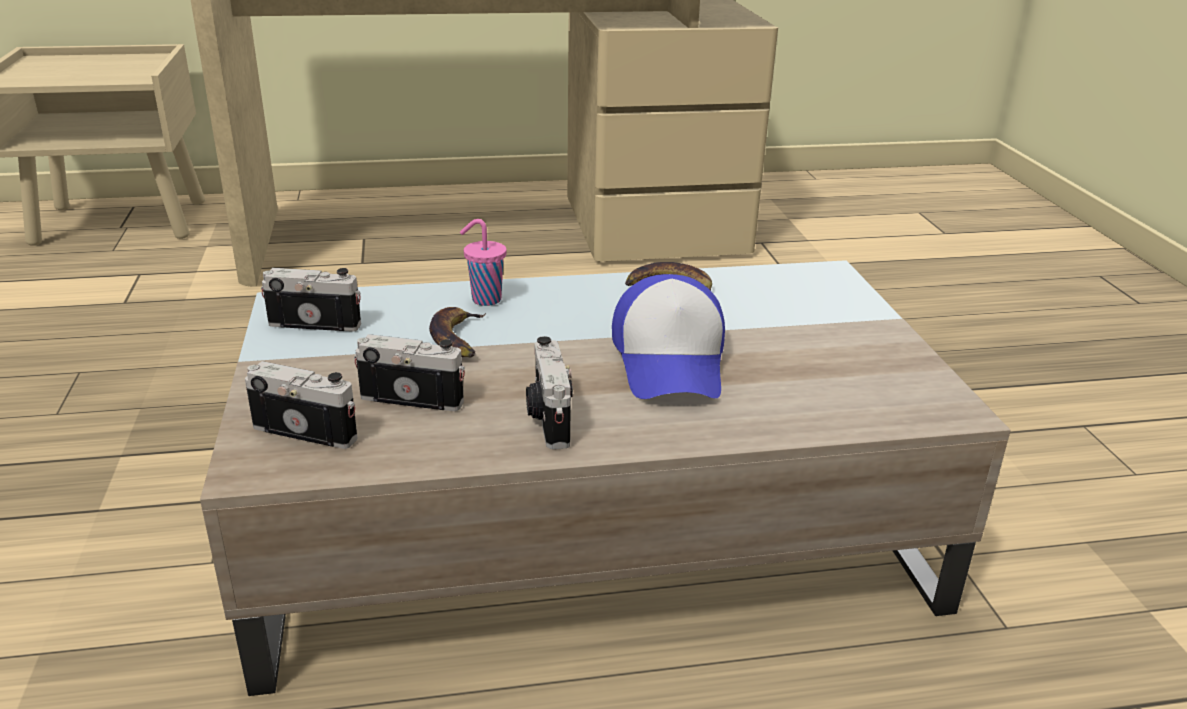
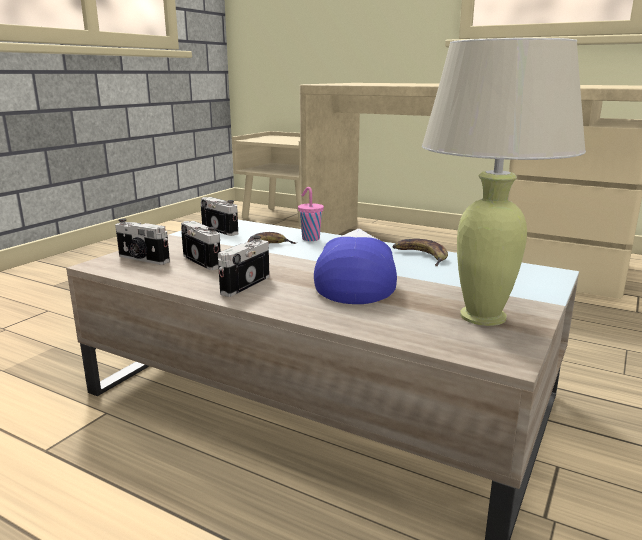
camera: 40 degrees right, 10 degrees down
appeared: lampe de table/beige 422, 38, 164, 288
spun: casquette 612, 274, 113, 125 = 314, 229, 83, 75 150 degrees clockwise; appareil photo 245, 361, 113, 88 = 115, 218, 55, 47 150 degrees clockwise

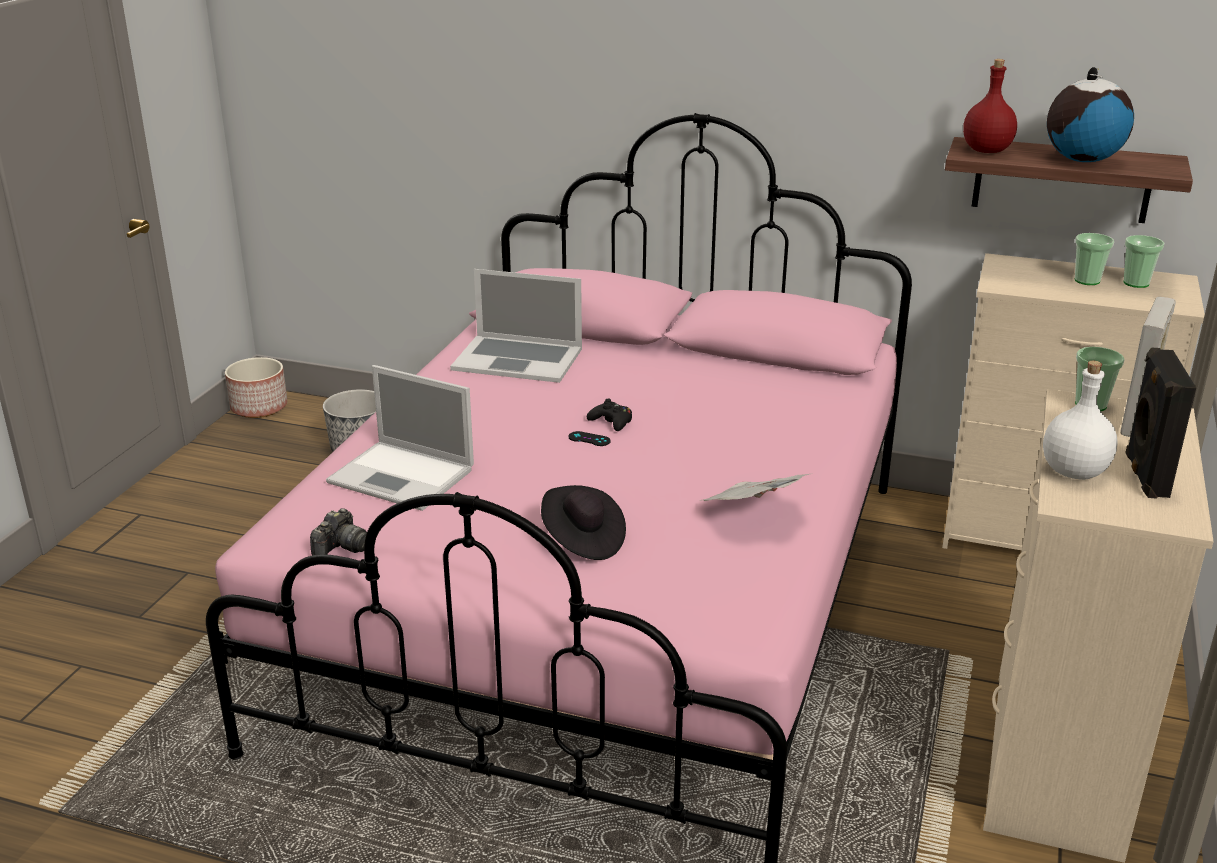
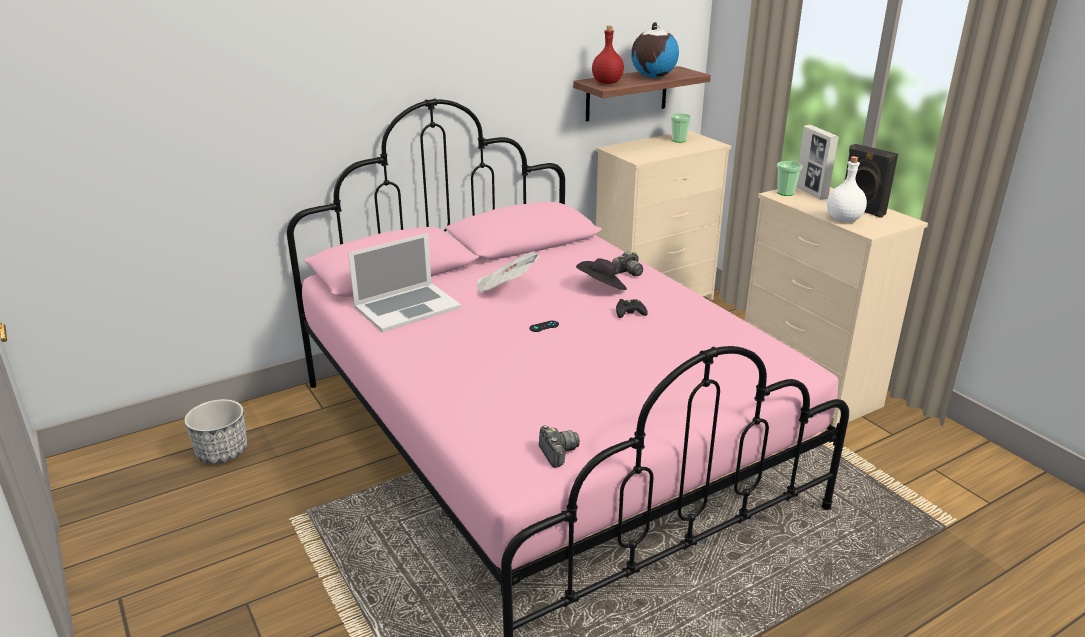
camera: 50 degrees left, 0 degrees up
missing: tasse 1075, 233, 39, 52; cache-pot 225, 357, 63, 61; ordinateur portable 326, 365, 148, 146
appeared: appareil photo 612, 251, 31, 25
relocated: manette/noir 587, 399, 45, 32 to 616, 299, 32, 19; journal 699, 474, 110, 27 to 476, 251, 64, 43; chapeau/noir 541, 485, 85, 75 to 576, 258, 51, 32

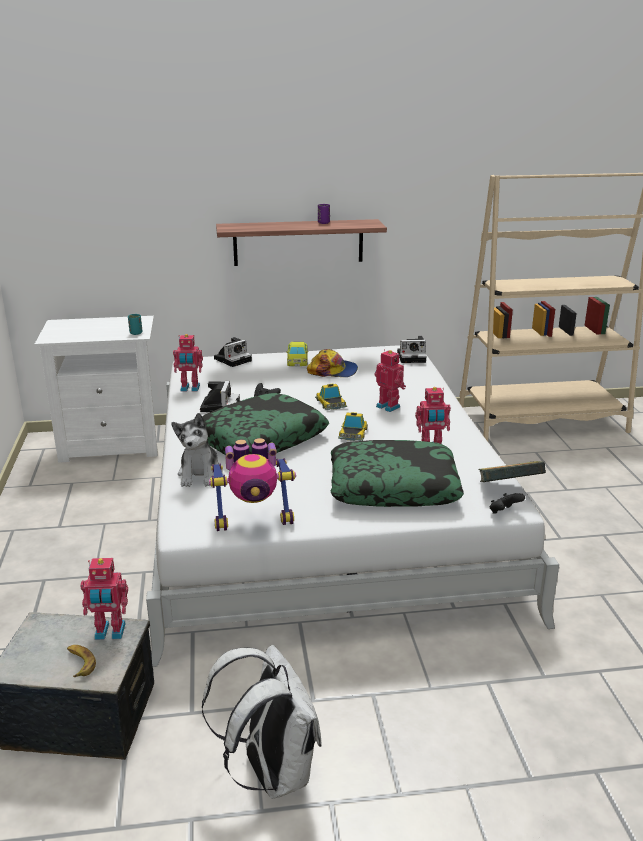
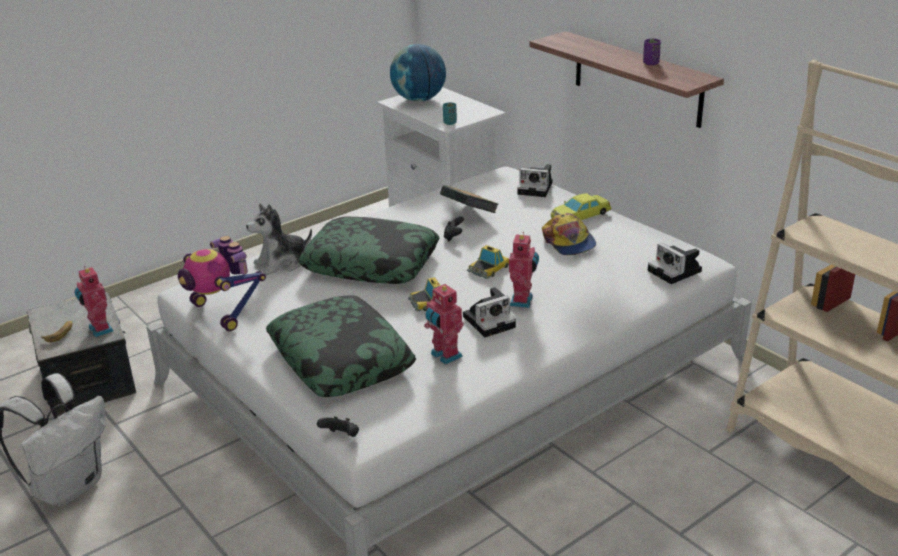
camera: 60 degrees right, 5 degrees up
missing: robot jouet 173, 334, 30, 57
appeared: globe 390, 44, 56, 58
relocated: appareil photo 200, 381, 40, 31 to 463, 287, 53, 50; livre 478, 461, 68, 21 to 440, 185, 58, 28

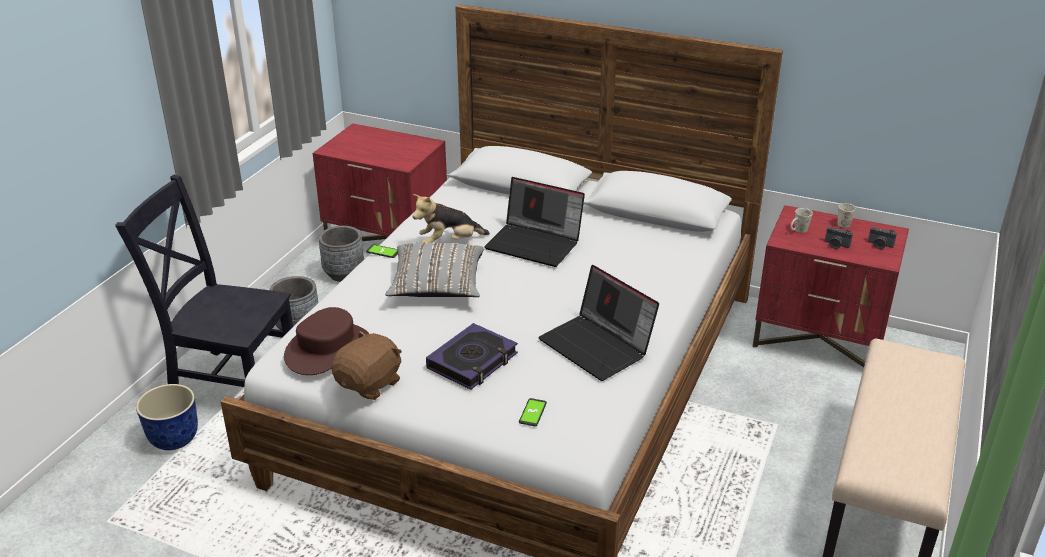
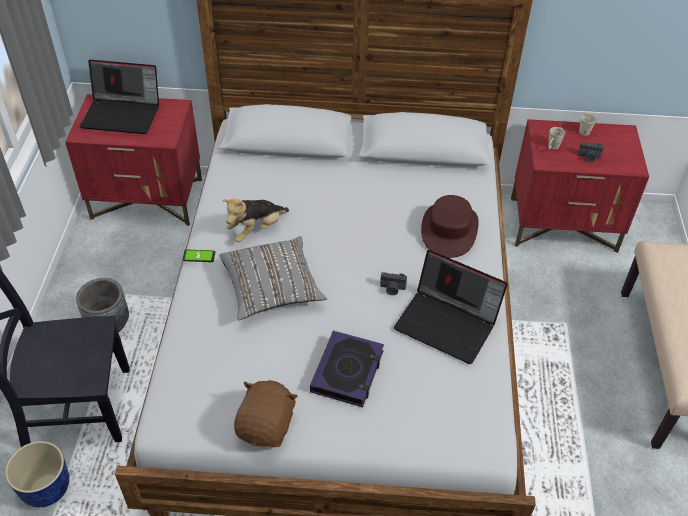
camera: 20 degrees left, 15 degrees up
missing: cache-pot/gris 319, 225, 45, 57; téléphone 519, 398, 28, 28
relocated: ordinateur portable 484, 177, 101, 90 to 80, 60, 79, 74; appareil photo 868, 227, 29, 22 to 380, 272, 27, 23; chapeau/marron 284, 307, 85, 68 to 421, 195, 58, 63

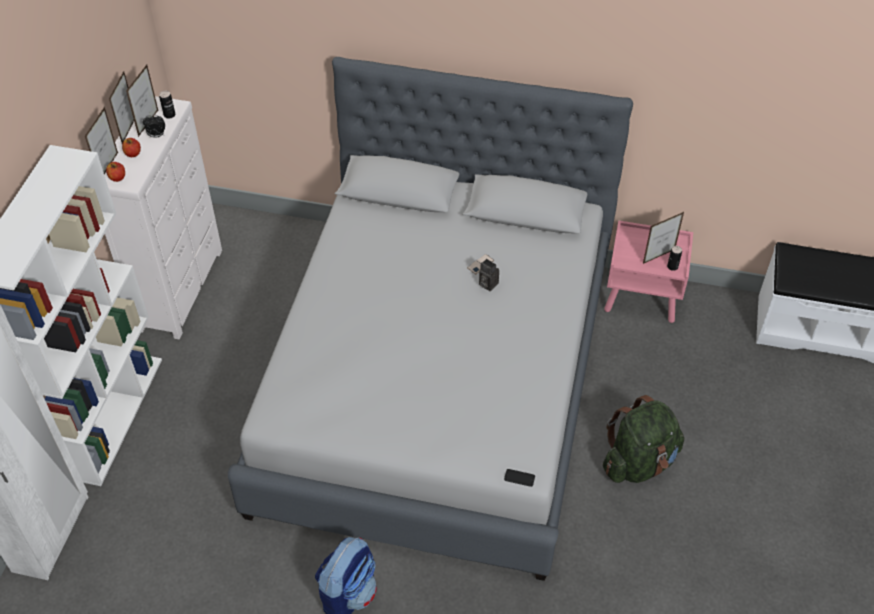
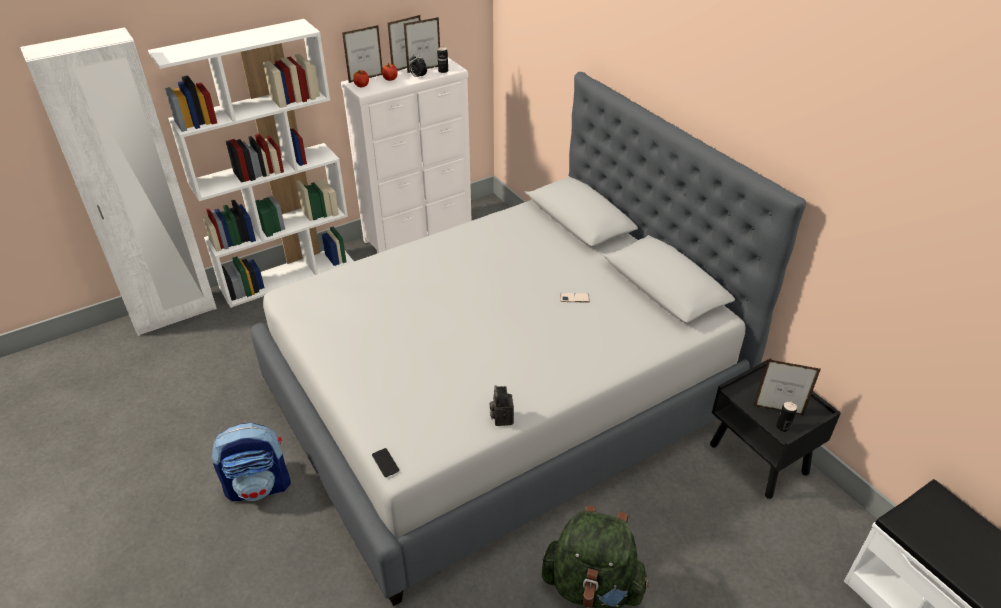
camera: 45 degrees right, 10 degrees down
relocated: appareil photo 479, 259, 20, 32 to 490, 385, 24, 41
colour: table de chevet/rose 604, 220, 89, 103 to table de chevet/noir 710, 358, 131, 141

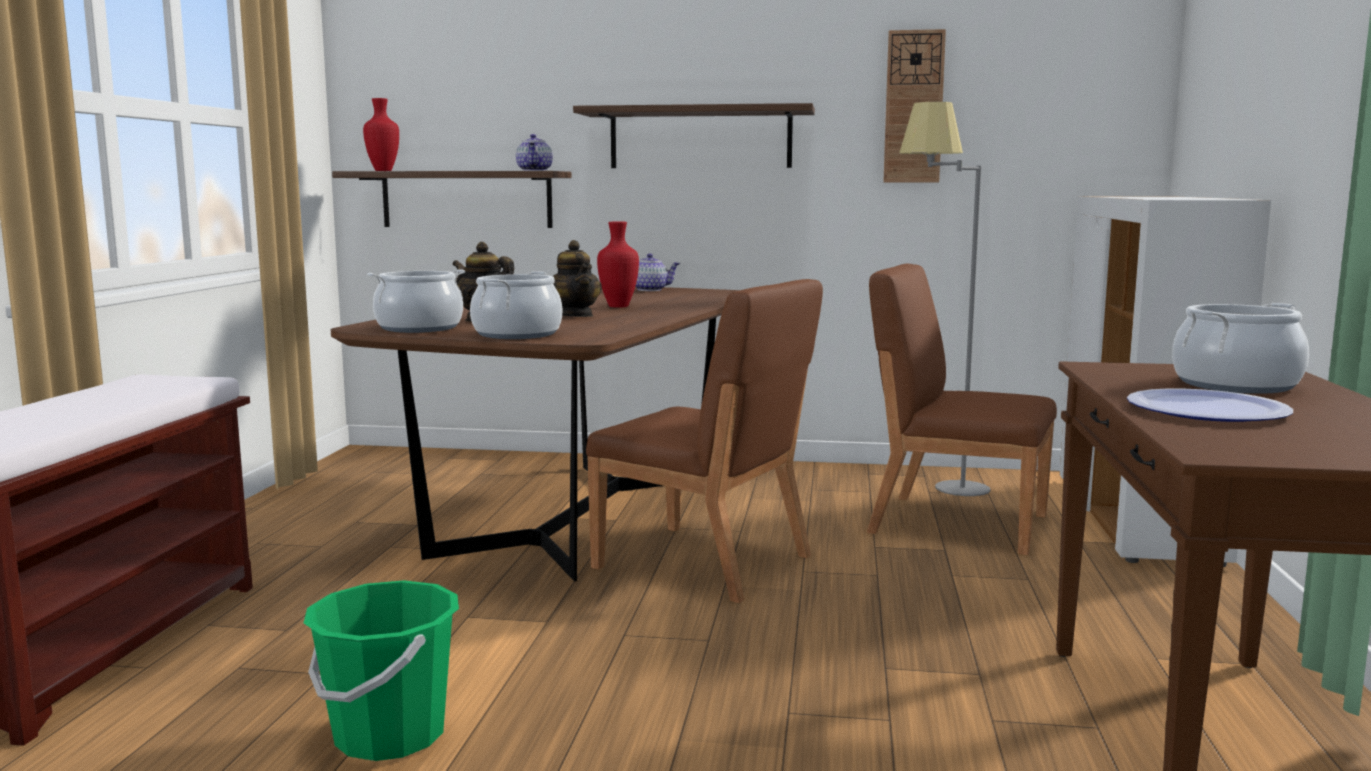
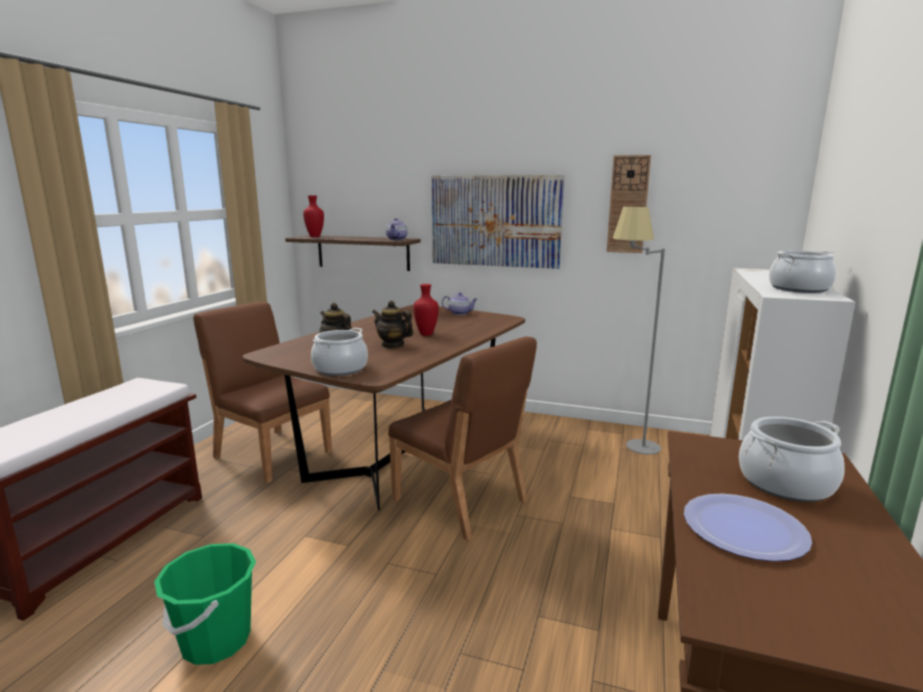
camera: 10 degrees right, 5 degrees up
relocated: chaise/marron 867, 264, 190, 291 to 193, 301, 139, 182; marmite 367, 269, 98, 64 to 769, 251, 67, 42
exchanged: étagère 573, 103, 242, 65 to tableau 431, 175, 133, 94
spun: théière 553, 240, 49, 77 = 372, 301, 42, 47 135 degrees clockwise

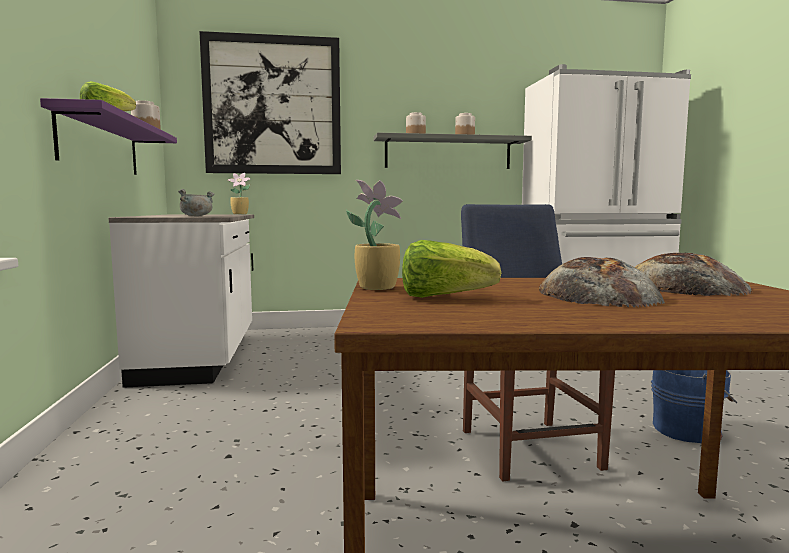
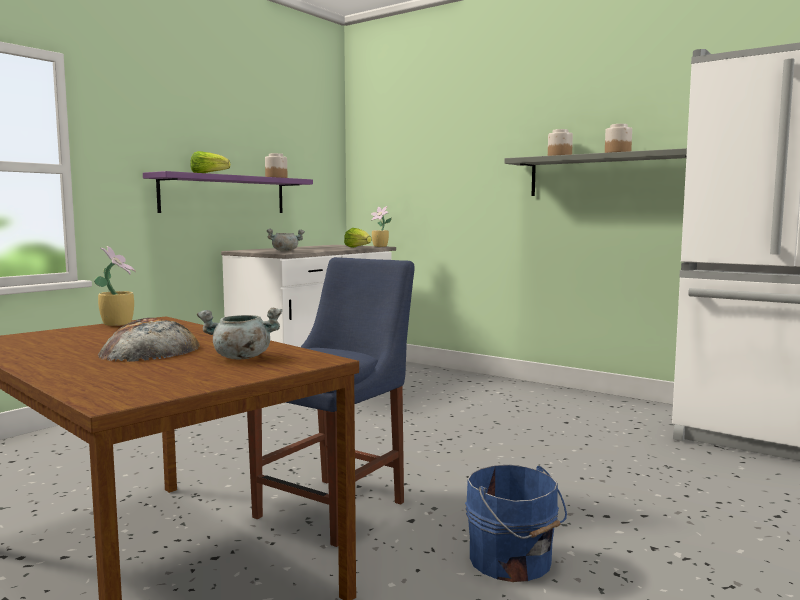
camera: 45 degrees right, 0 degrees up
missing: tableau 199, 31, 142, 143
relocated: laitue 402, 240, 99, 58 to 344, 228, 28, 20
exchanged: pain 635, 253, 117, 43 to marmite/gris 197, 308, 85, 51

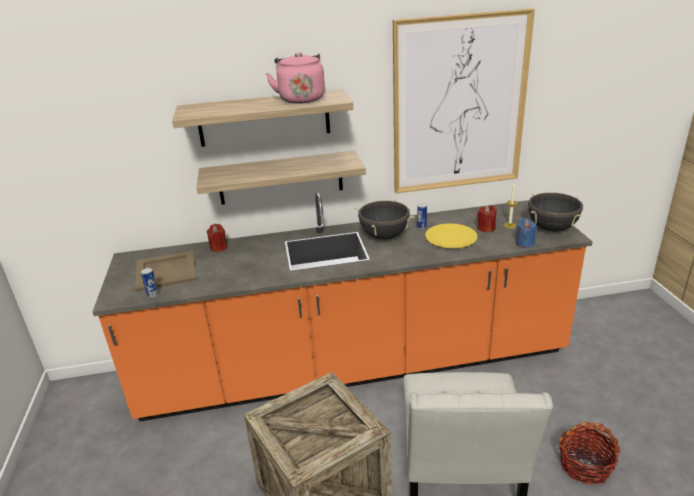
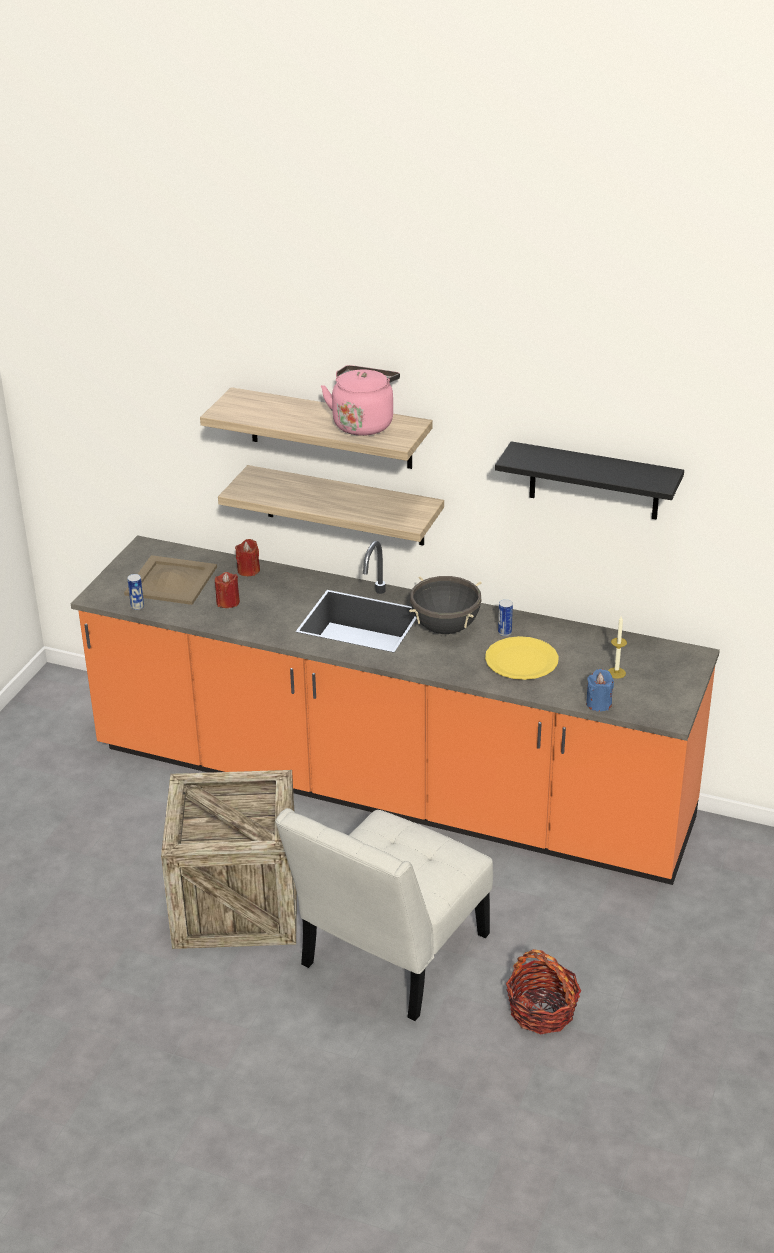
camera: 30 degrees right, 5 degrees up
missing: marmite/noir 528, 193, 55, 39
relocated: bougie/rouge 477, 205, 19, 28 to 215, 572, 25, 36
exchanged: tableau 393, 8, 142, 185 to étagère/noir 495, 441, 189, 79

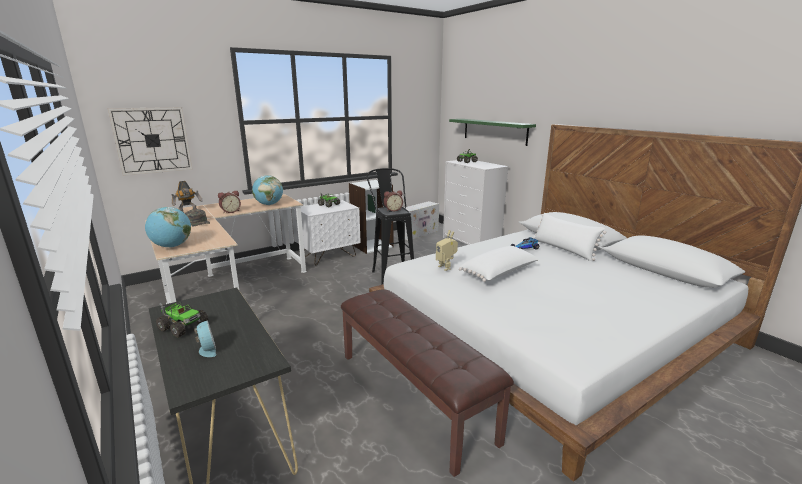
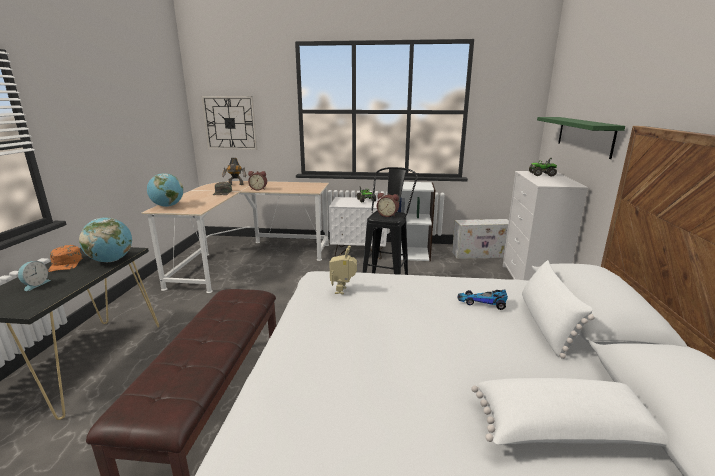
camera: 40 degrees right, 0 degrees up
relocated: globe 252, 175, 31, 30 to 79, 217, 53, 46; coussin/blanc 459, 246, 80, 36 to 471, 378, 197, 68
exchanged: camion jouet 156, 302, 53, 36 to casquette/orange 48, 245, 34, 27

